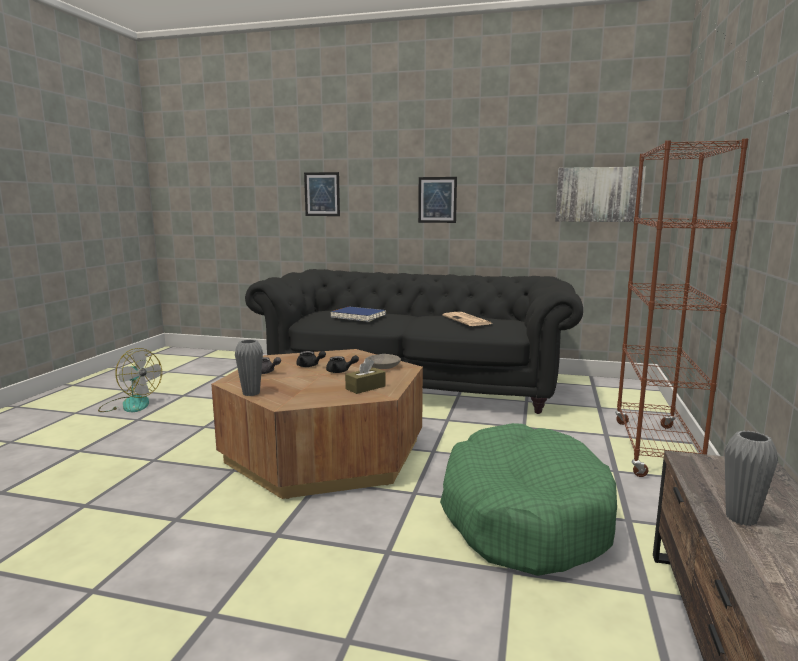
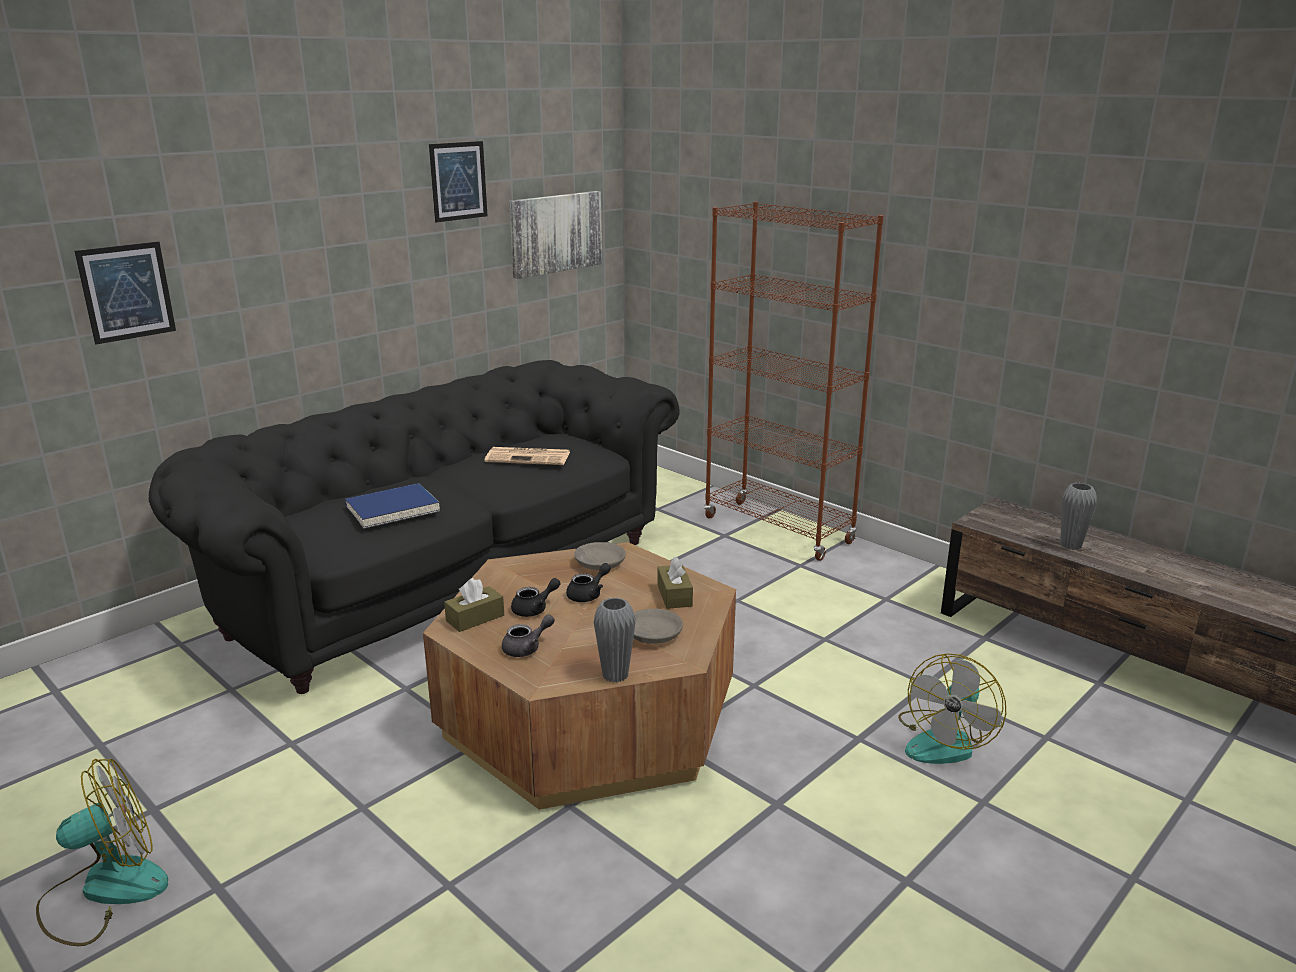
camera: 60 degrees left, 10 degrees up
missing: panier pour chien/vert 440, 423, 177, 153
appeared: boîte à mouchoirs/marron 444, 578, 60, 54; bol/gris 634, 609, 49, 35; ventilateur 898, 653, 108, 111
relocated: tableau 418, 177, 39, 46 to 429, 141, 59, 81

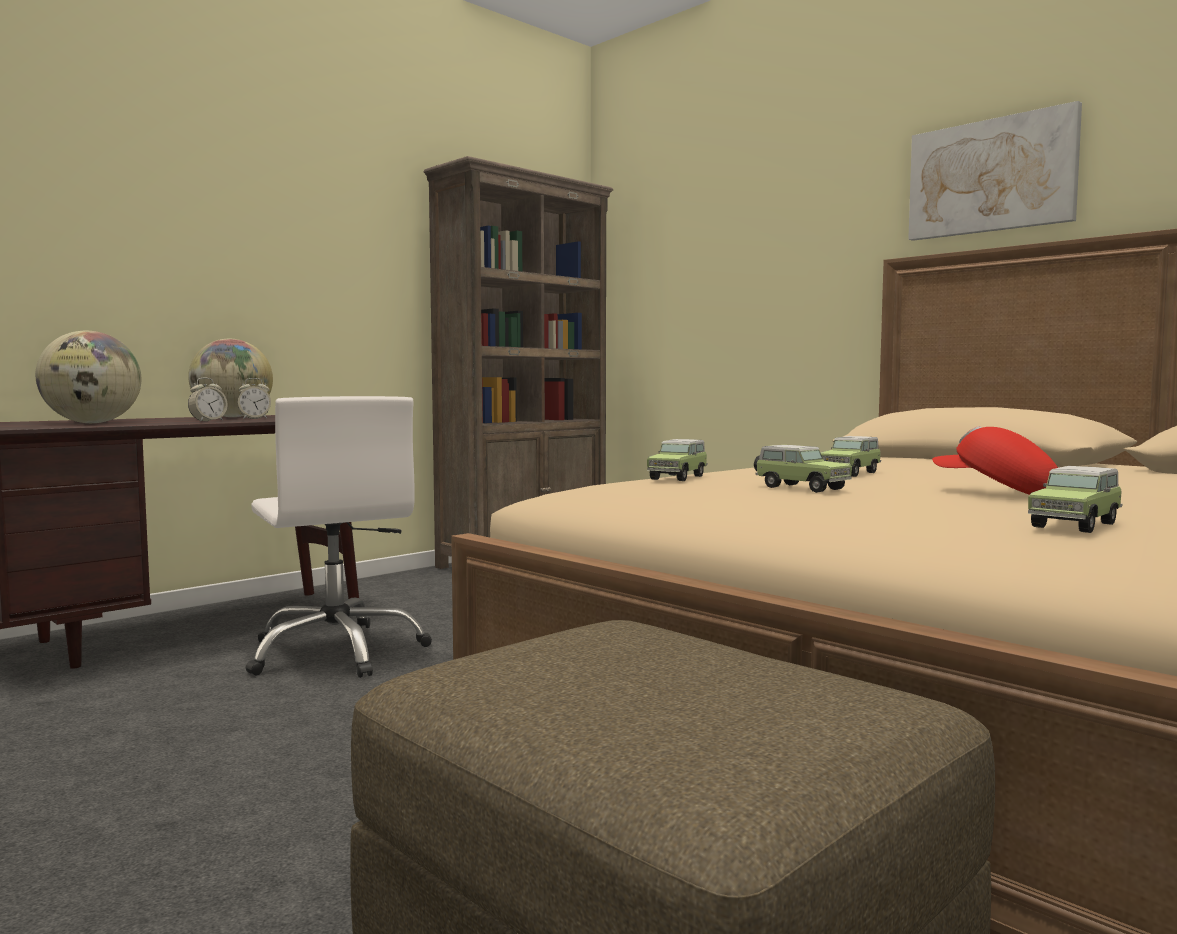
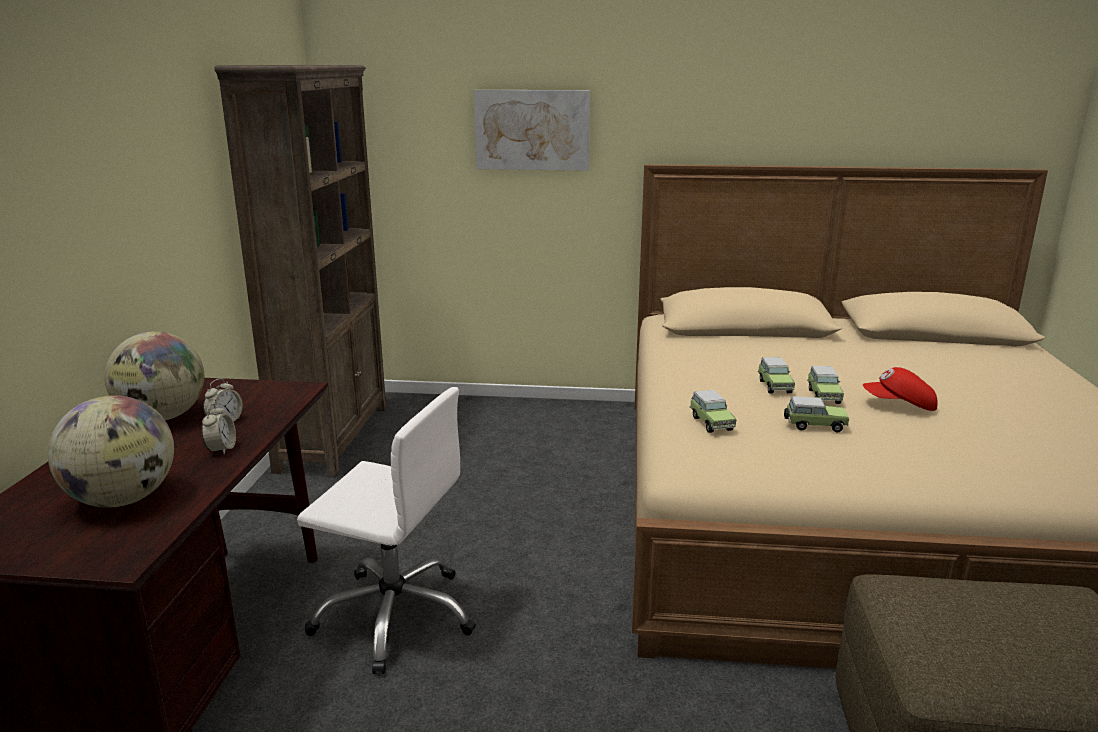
camera: 40 degrees left, 15 degrees up
relocated: tableau 908, 101, 174, 140 to 474, 90, 116, 81; petite voiture 1028, 466, 95, 67 to 807, 366, 37, 38

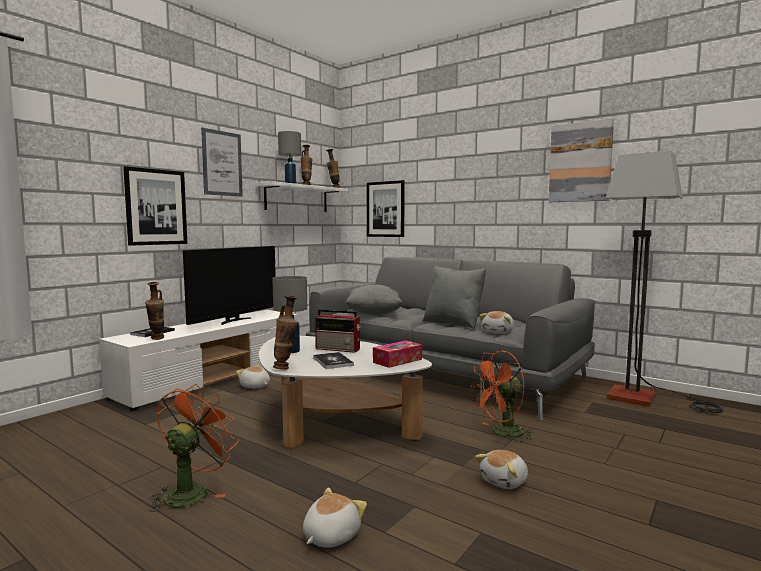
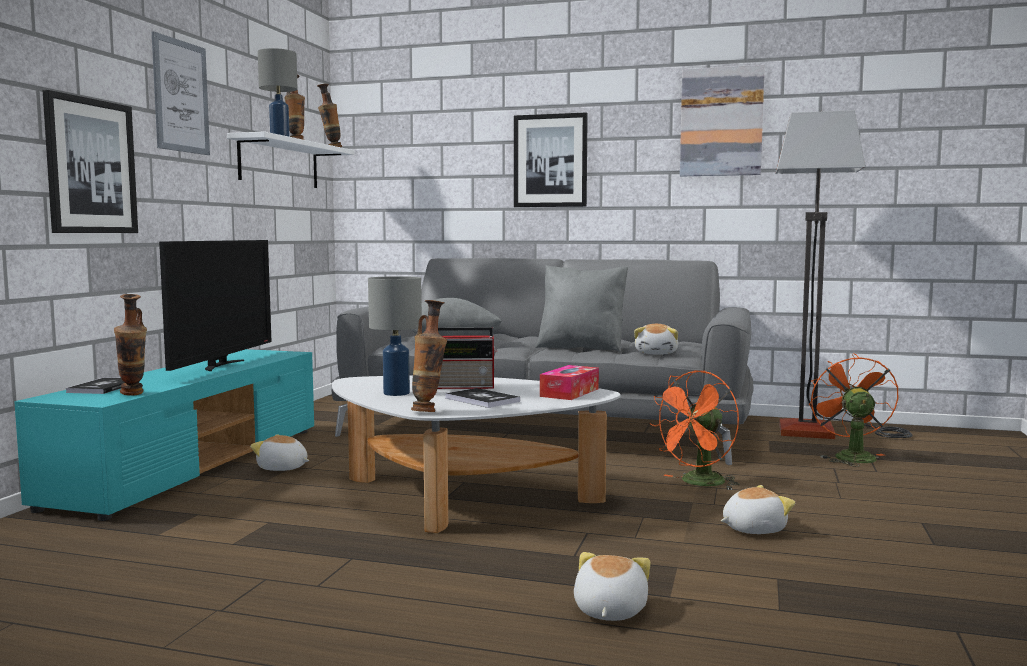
camera: 20 degrees left, 0 degrees up
relocated: tableau 367, 180, 38, 57 to 514, 112, 74, 95; ventilateur/orange 149, 384, 90, 128 to 809, 353, 89, 114
colour: meuble télé/blanc 99, 310, 199, 101 to meuble télé/turquoise 14, 349, 300, 172
spun: peluche 475, 450, 53, 39 = 721, 485, 74, 49 135 degrees counterclockwise

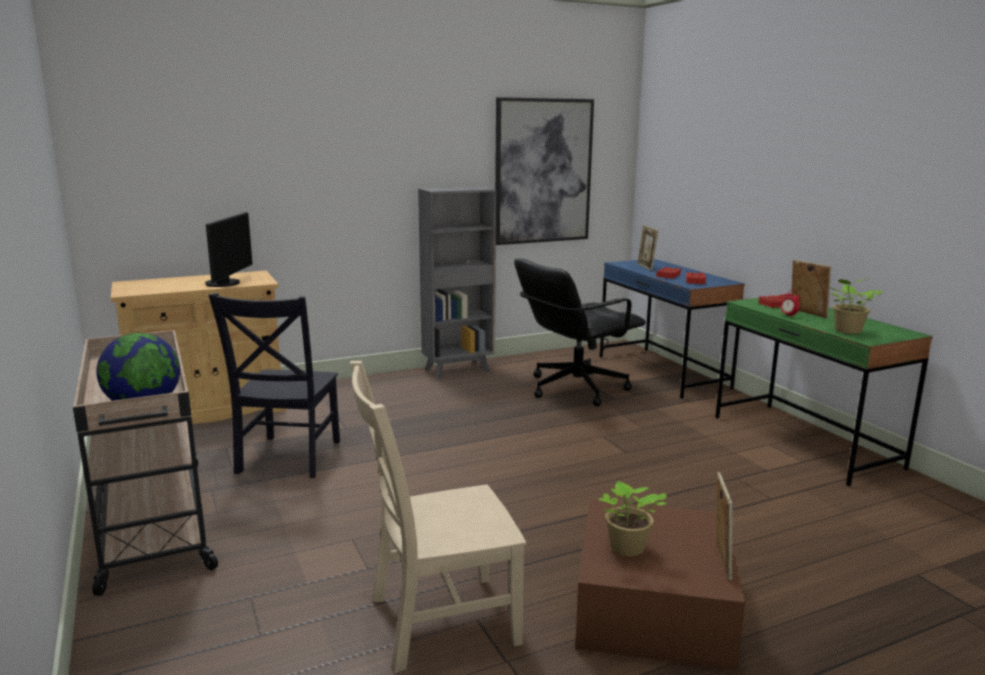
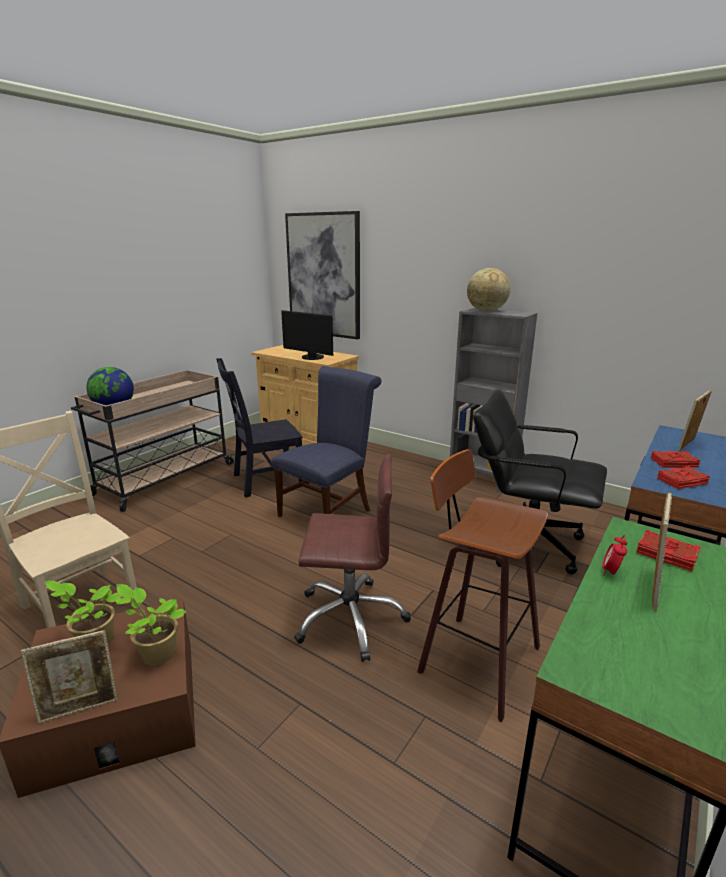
camera: 60 degrees right, 5 degrees up
appeared: globe 467, 268, 44, 44; chaise/bleu 272, 366, 109, 151; tabouret 417, 449, 131, 274; chaise de bureau/marron 294, 454, 117, 208
relocated: tableau 495, 97, 99, 148 to 285, 211, 75, 128; plante en pot 831, 279, 51, 55 to 116, 584, 70, 81
spun: écran d'ordinateur 205, 212, 48, 75 = 281, 310, 52, 50 60 degrees clockwise

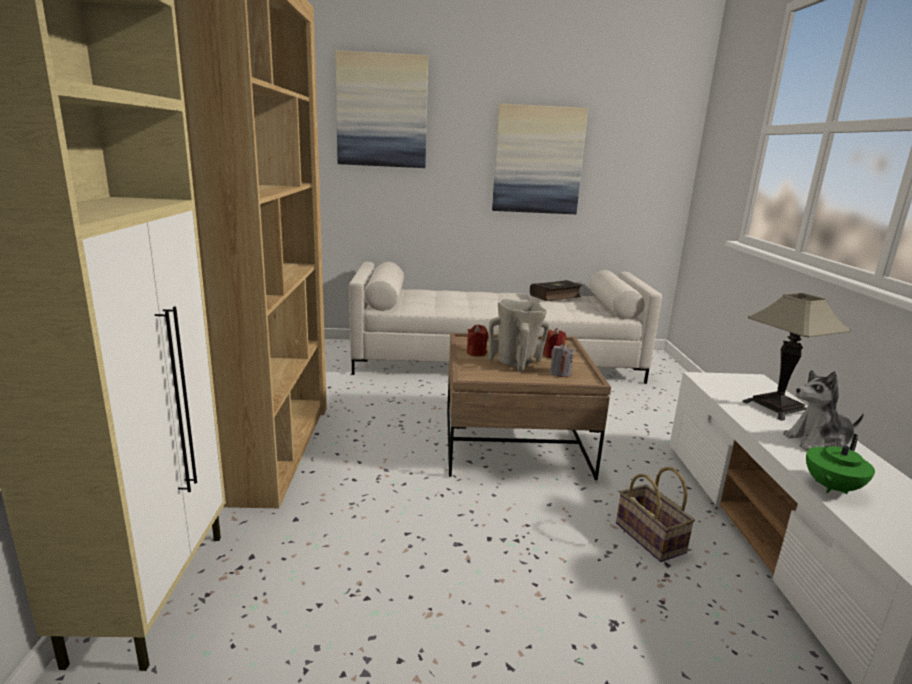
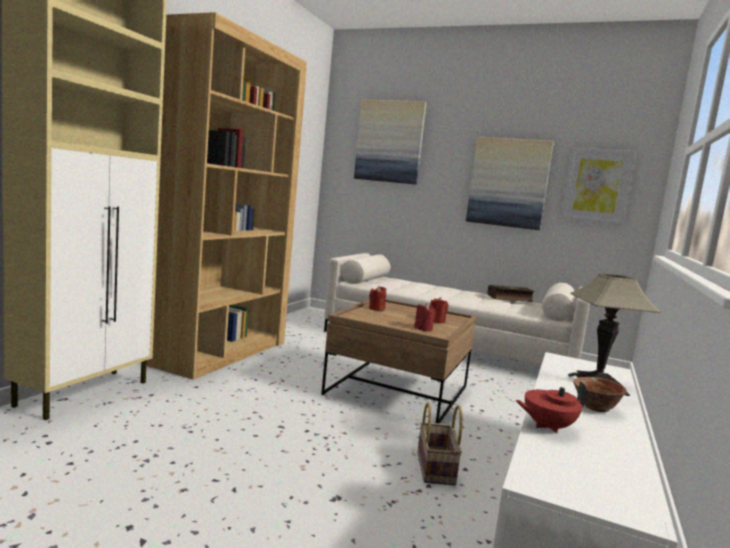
camera: 25 degrees right, 10 degrees down
missing: vase/beige 488, 299, 61, 72
appeared: tableau 560, 148, 76, 77
exchanged: peluche 783, 370, 81, 81 to bol 573, 377, 53, 35
colour: bougie/gris 550, 344, 25, 33 to bougie/rouge 414, 303, 22, 28; théière/vert 806, 434, 69, 60 to théière/rouge 515, 381, 72, 52

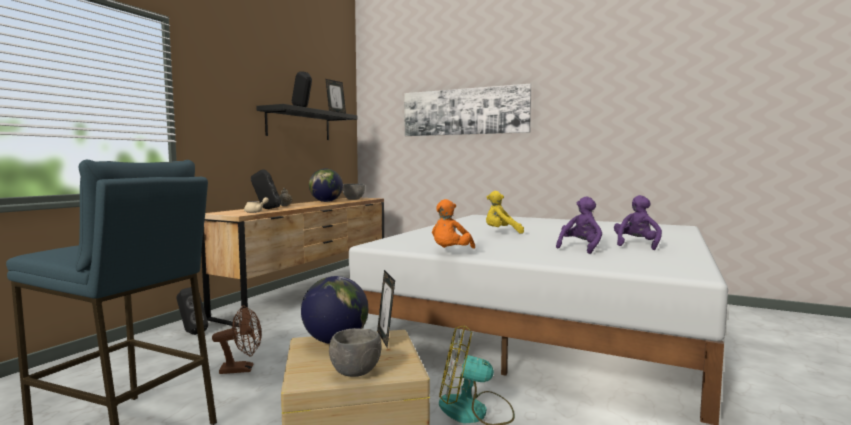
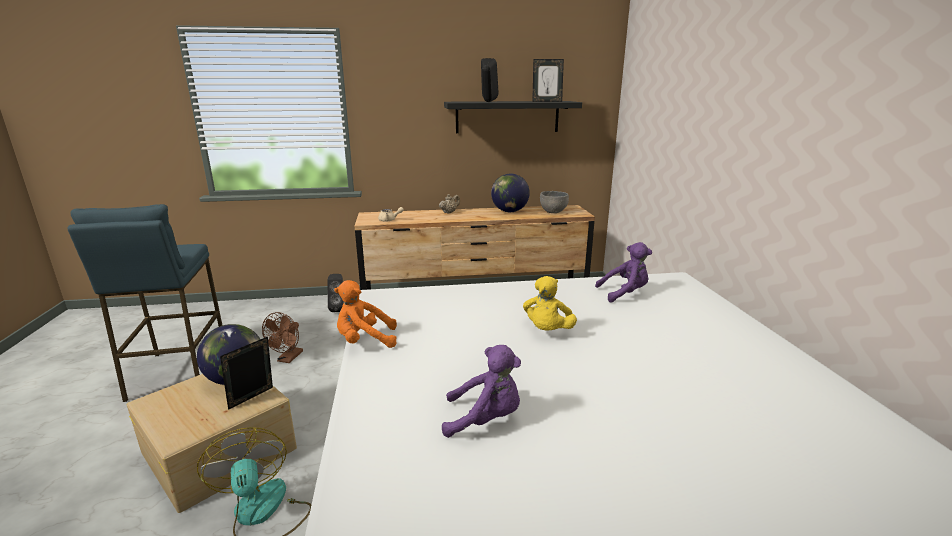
camera: 55 degrees right, 15 degrees up
missing: tableau 404, 84, 127, 52; enceinte/noir 251, 169, 30, 40; bol/gris 329, 328, 52, 49
relocated: peluche/violet 614, 195, 48, 55 to 595, 242, 57, 60
spun: peluche/jaune 486, 191, 38, 43 = 523, 276, 54, 55 135 degrees counterclockwise; ventilateur/marron 212, 305, 50, 69 = 262, 312, 41, 51 60 degrees clockwise

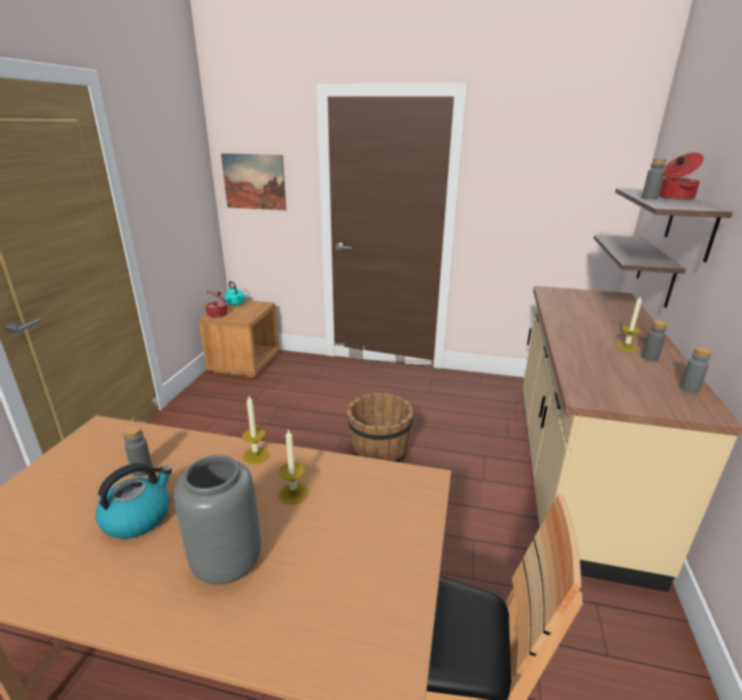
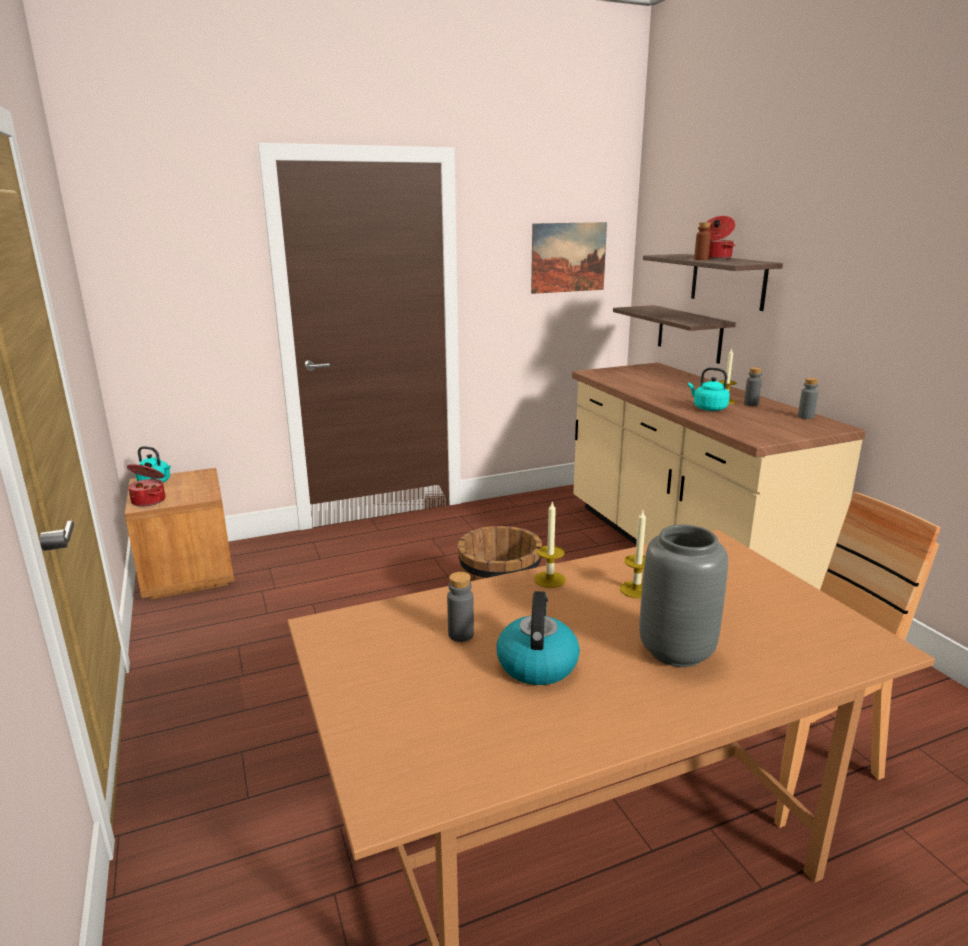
camera: 35 degrees left, 5 degrees down
appeared: bouilloire/turquoise 688, 368, 42, 43
relocated: tableau 221, 153, 65, 57 to 531, 222, 76, 72
colour: bouteille/gris 642, 159, 24, 41 to bouteille/marron 694, 222, 17, 38

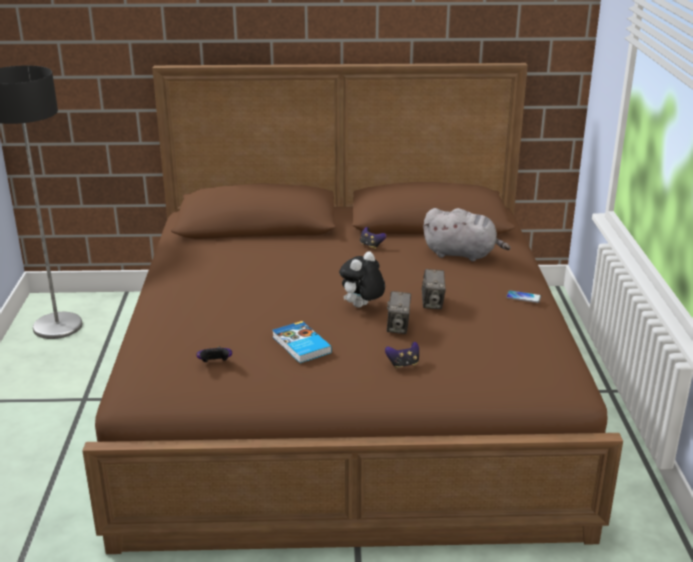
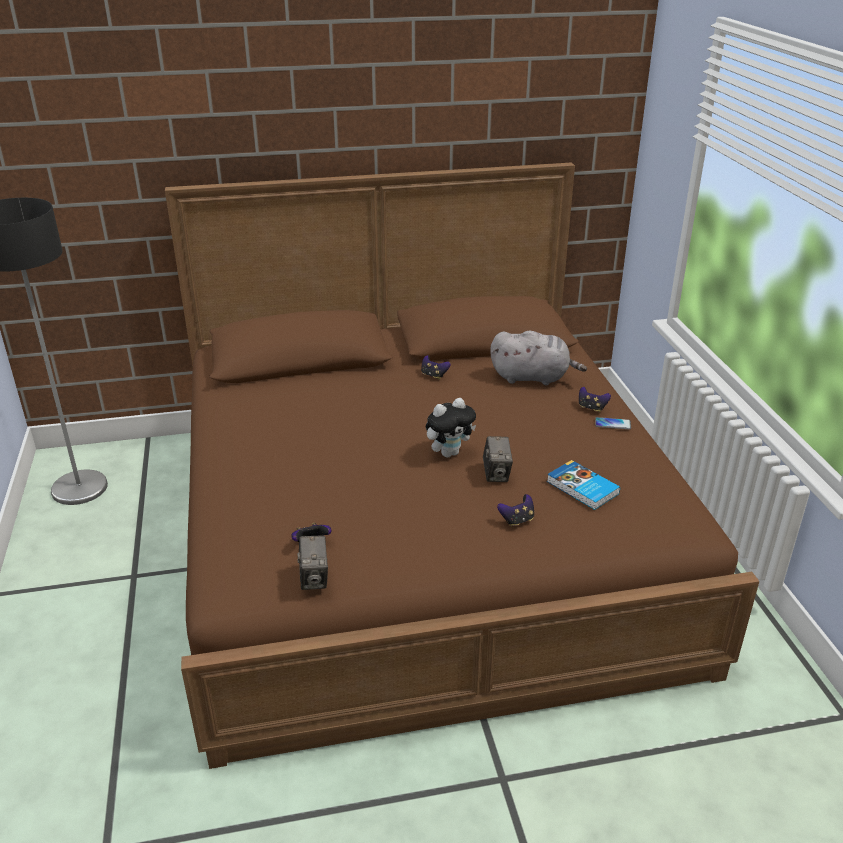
camera: 10 degrees left, 5 degrees up
appeared: manette 579, 387, 32, 25
relocated: appareil photo 422, 269, 24, 40 to 297, 535, 31, 55; livre 272, 321, 60, 42 to 547, 460, 73, 50
spun: peluche 339, 251, 46, 57 = 426, 398, 50, 60 150 degrees counterclockwise

